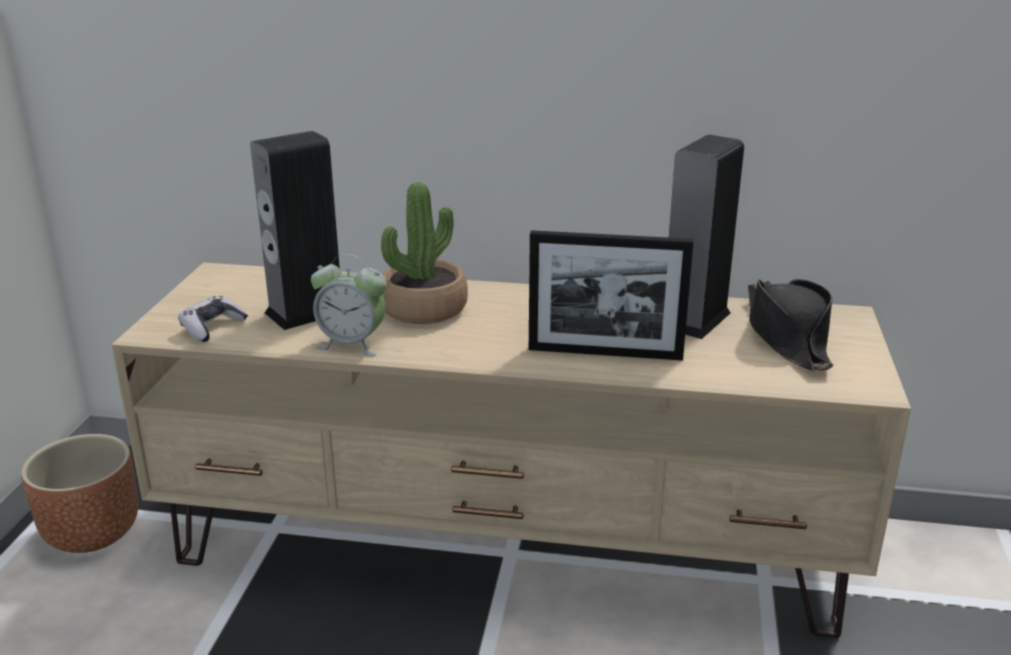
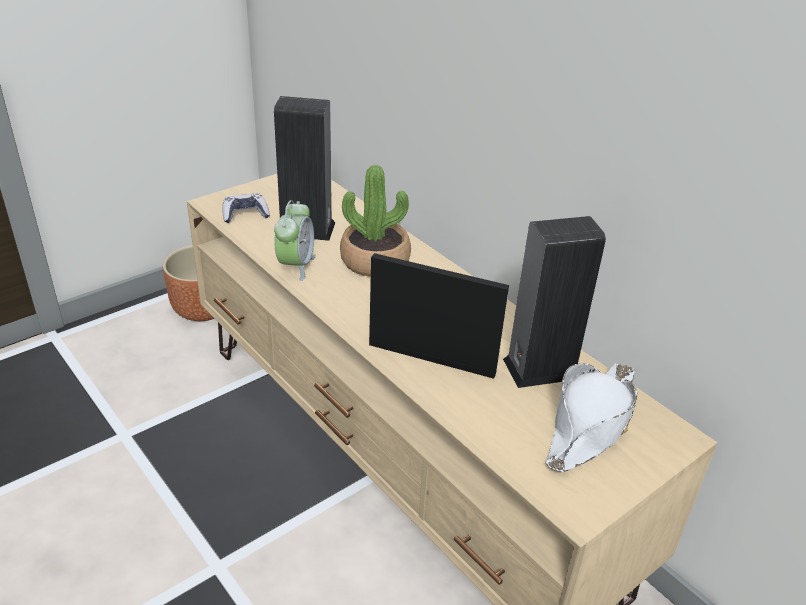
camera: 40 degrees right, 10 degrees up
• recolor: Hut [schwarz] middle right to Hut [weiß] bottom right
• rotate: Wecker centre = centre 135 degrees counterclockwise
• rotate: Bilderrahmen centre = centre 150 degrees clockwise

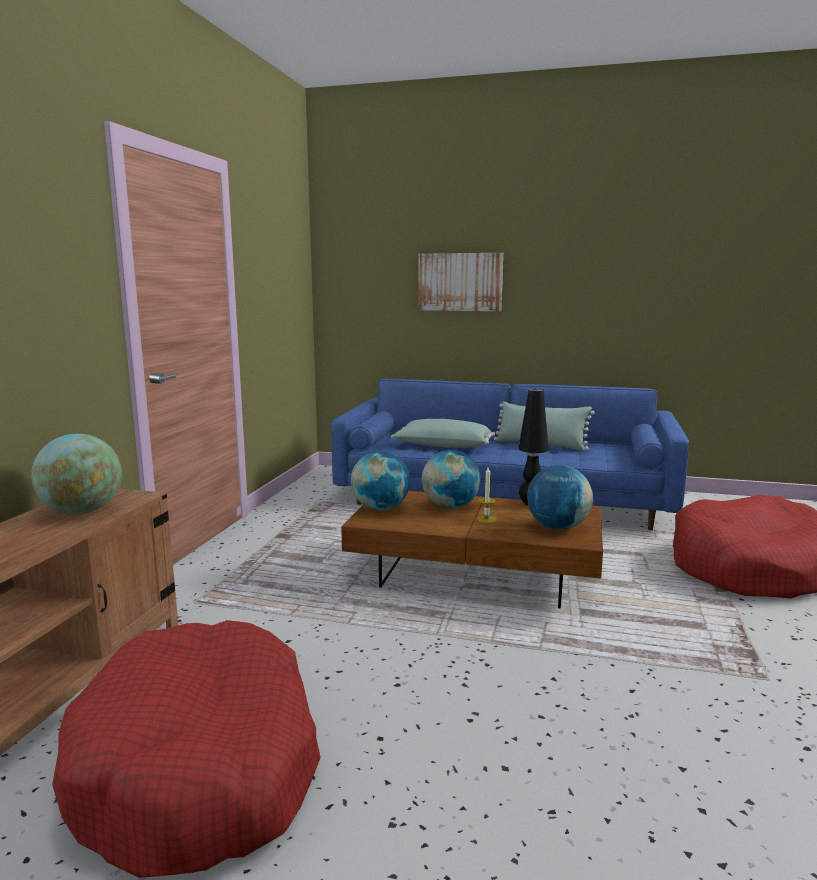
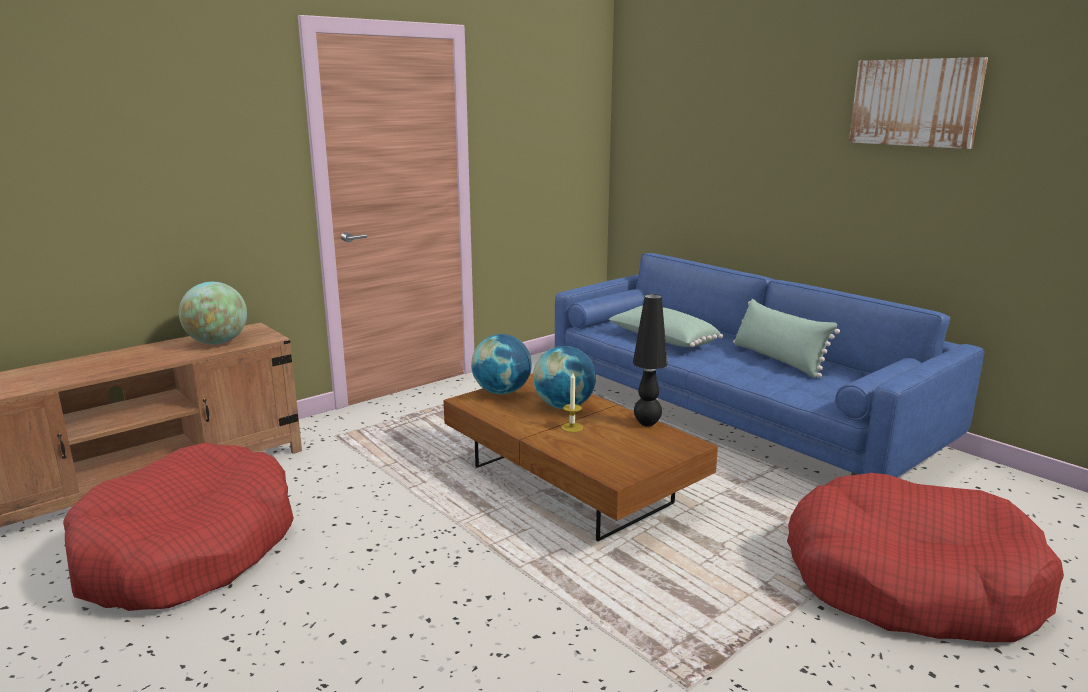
camera: 35 degrees right, 5 degrees up
• delete: Globus (4th from left) middle right
• move: Bild top centre to top right

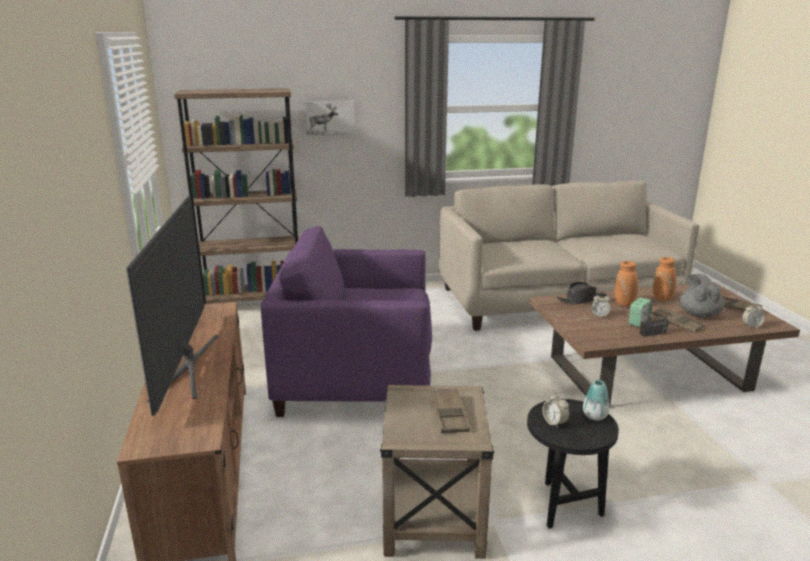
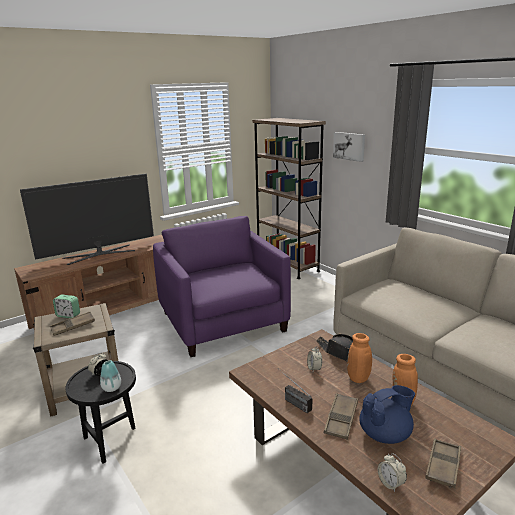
camera: 65 degrees right, 0 degrees up
• move: Wecker (3rd from left in the first image) middle right to Wecker (1st from left) middle left
• recolor: Teekanne [grau] middle right to Teekanne [blau] bottom right

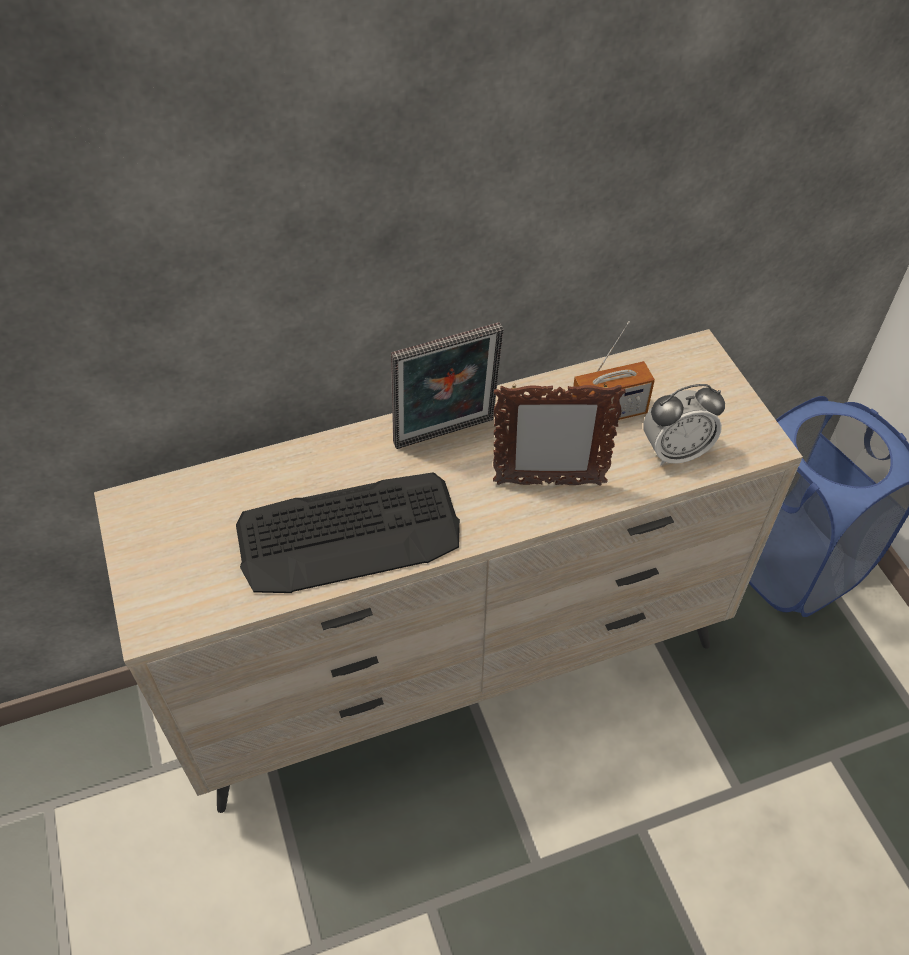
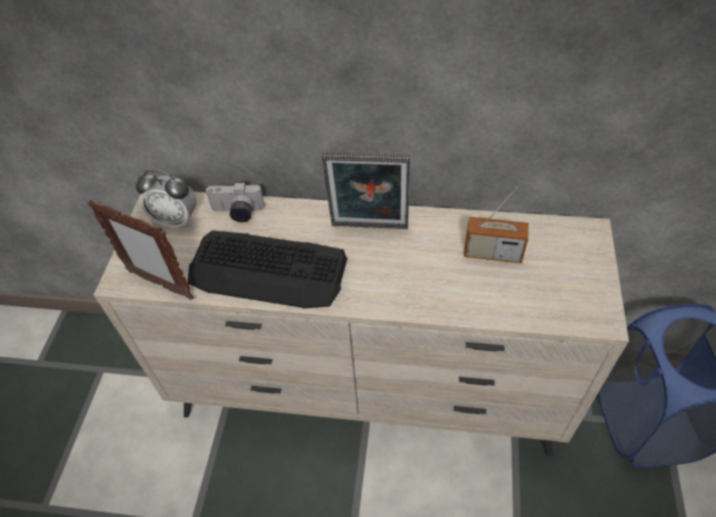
camera: 30 degrees right, 0 degrees up
• insert: Kamera middle left
• move: Bilderrahmen (2nd from left in the first image) centre to Bilderrahmen (1st from left) middle left
• move: Wecker middle right to middle left

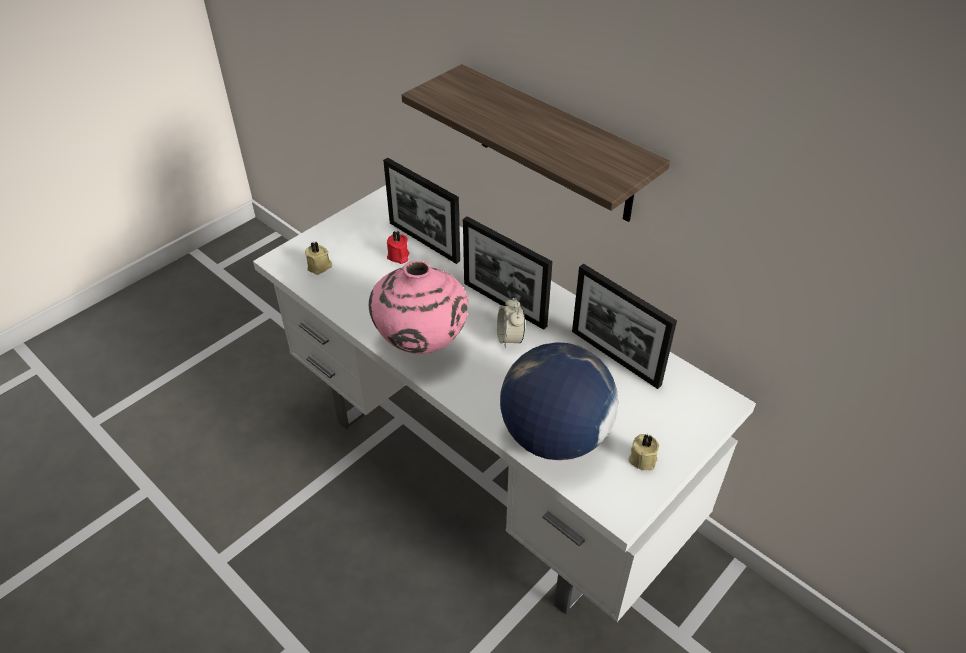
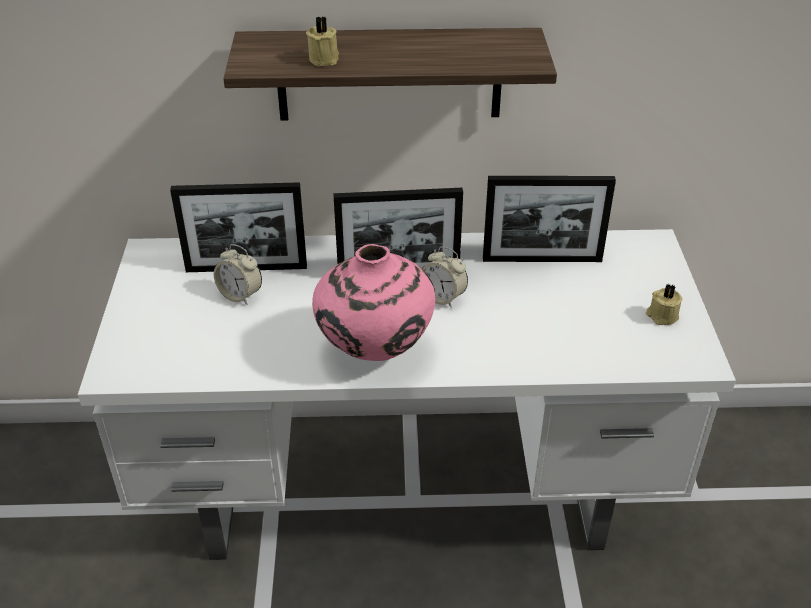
camera: 45 degrees left, 5 degrees down
• delete: Globus centre
• move: Kerze [beige] (1st from left) middle left to top centre
• replace: Kerze [rot] centre to Wecker (1st from left) middle left

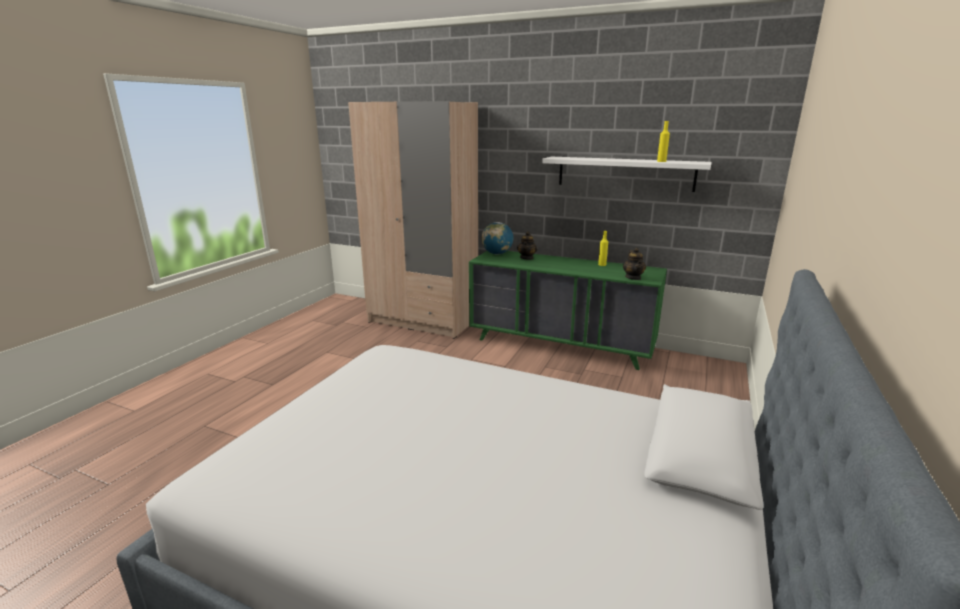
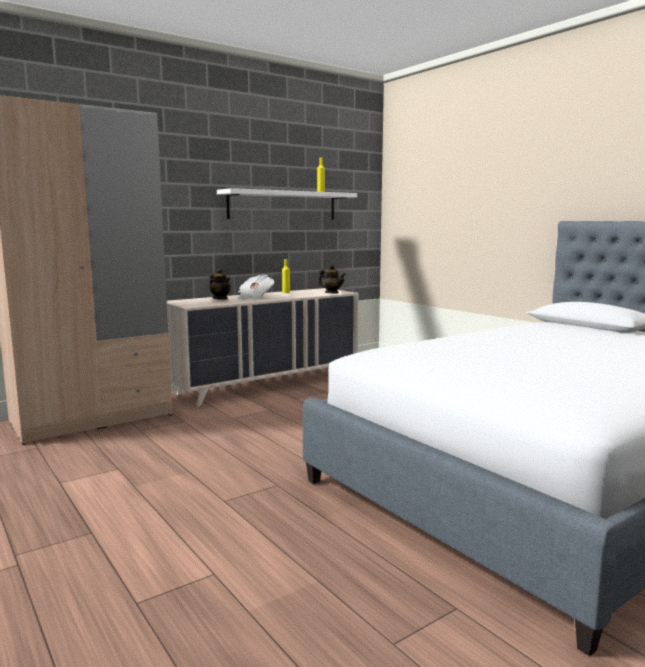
camera: 60 degrees left, 10 degrees down
• delete: Globus centre
• insert: Zeitung centre
• recolor: Kommode [grün] centre to Kommode [beige] centre

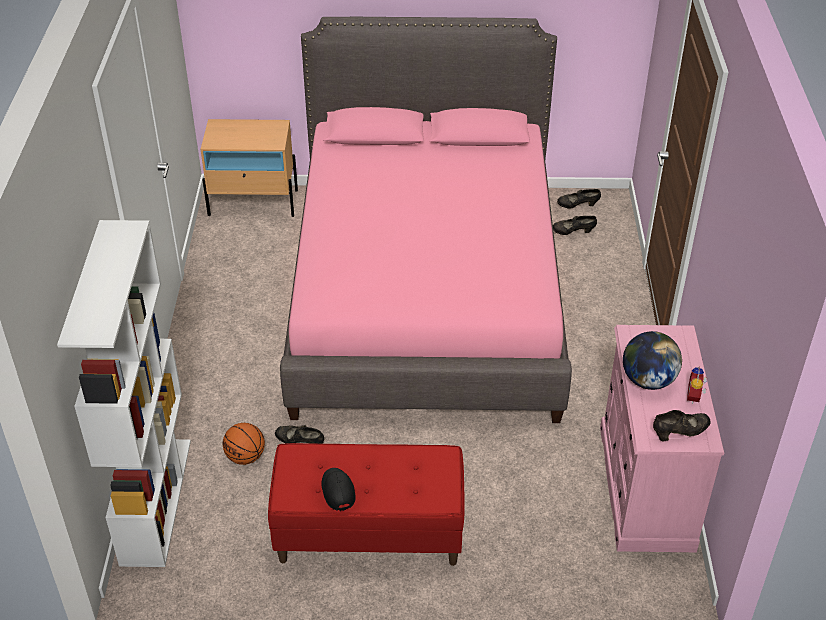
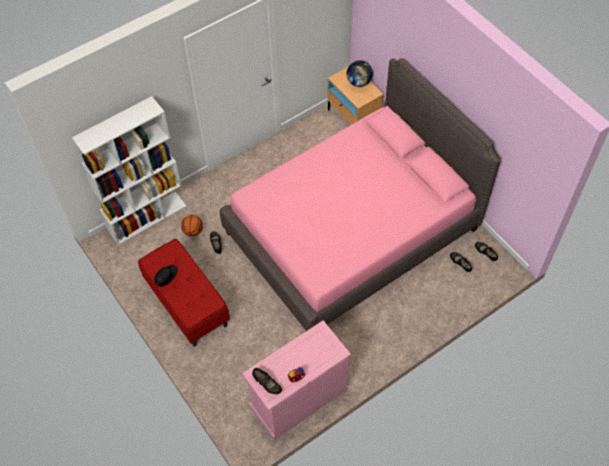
camera: 55 degrees right, 15 degrees up
• move: Globus middle right to top centre

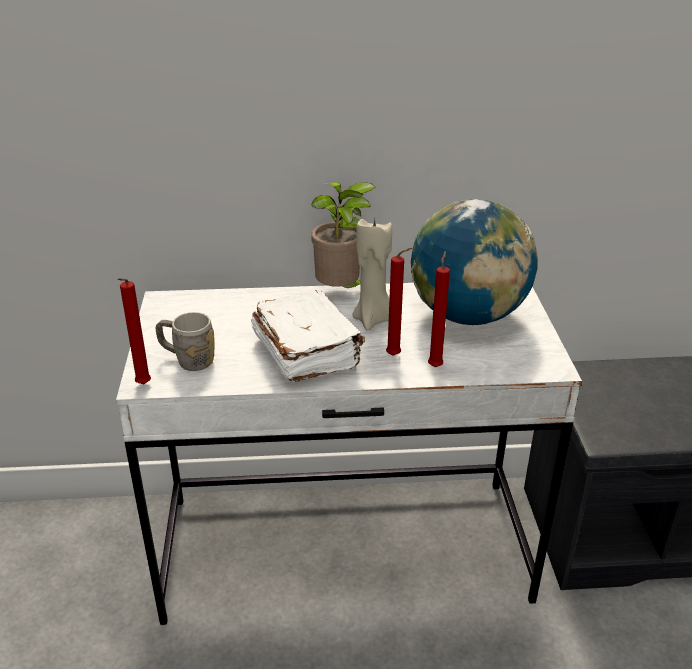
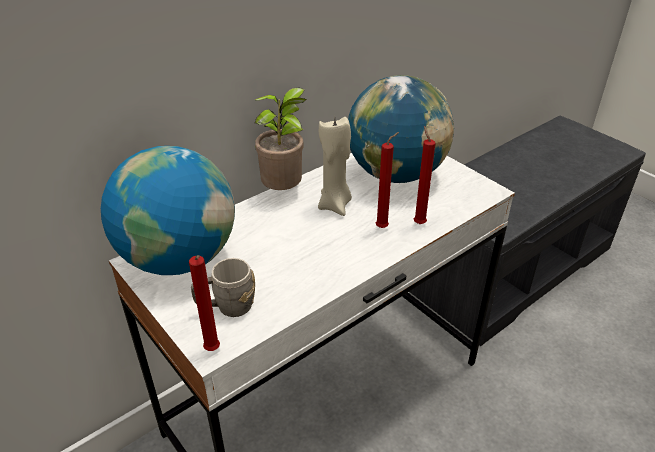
camera: 35 degrees left, 5 degrees up
• delete: Buch [weiß] centre
• insert: Globus (1st from left) middle left

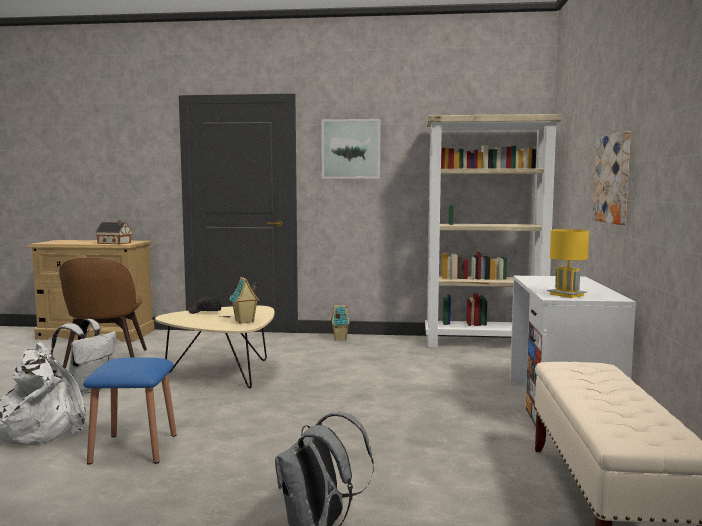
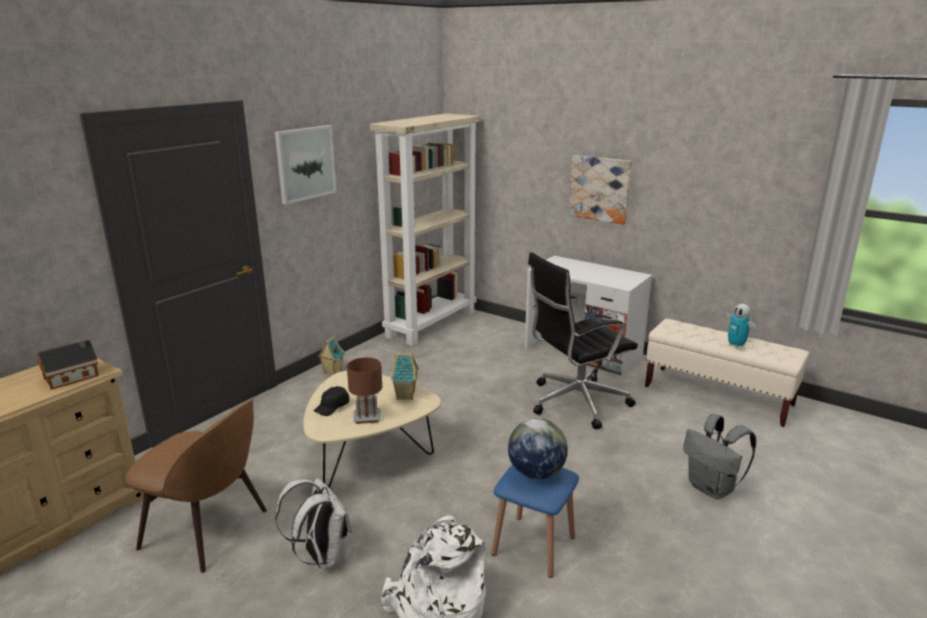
camera: 60 degrees left, 15 degrees up
• delete: Tischlampe [gelb] middle right
• insert: Tischlampe [braun] centre
• insert: Globus bottom centre
• insert: Bürostuhl [schwarz] centre
• insert: Spielzeugroboter middle right

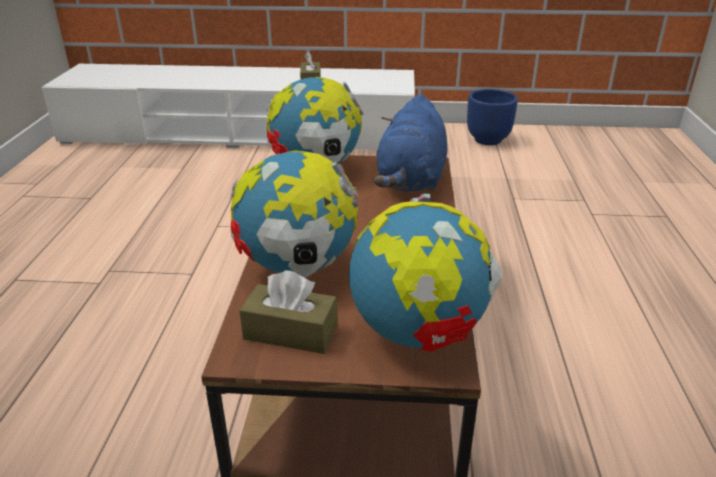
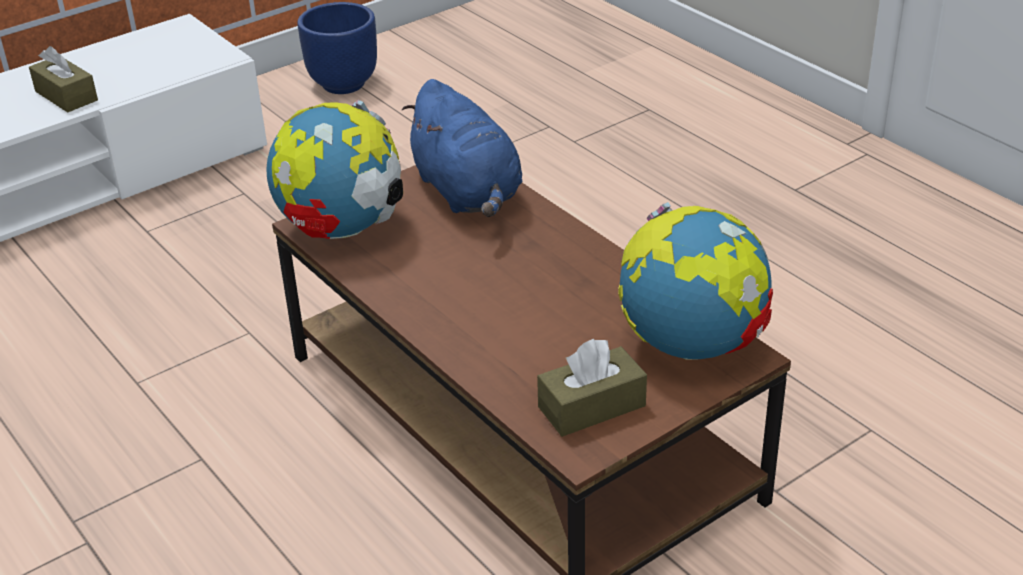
camera: 40 degrees left, 5 degrees up
• delete: Globus (1st from left) centre

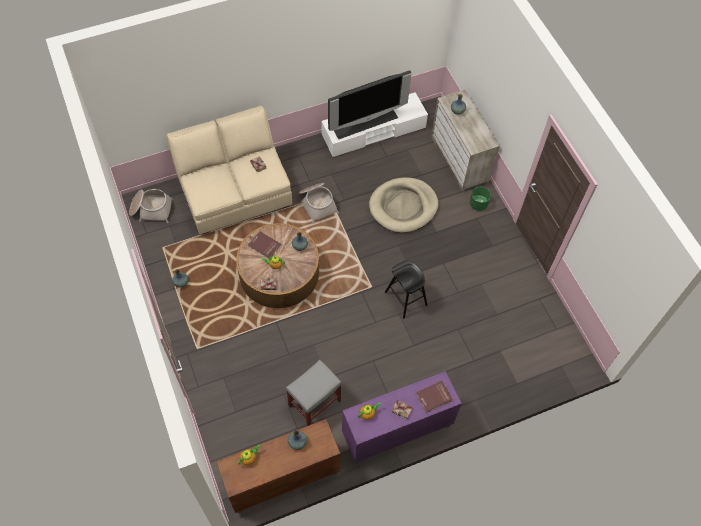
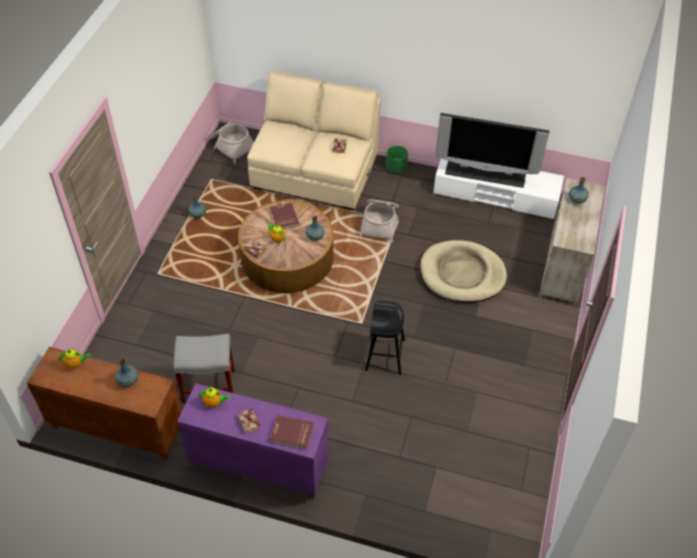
camera: 40 degrees right, 10 degrees down
• move: Pflanzkübel [grün] middle right to top centre

